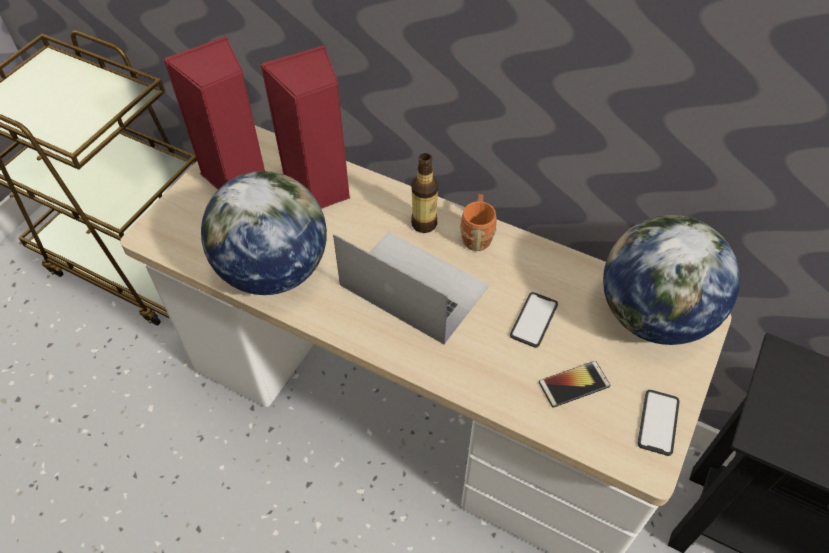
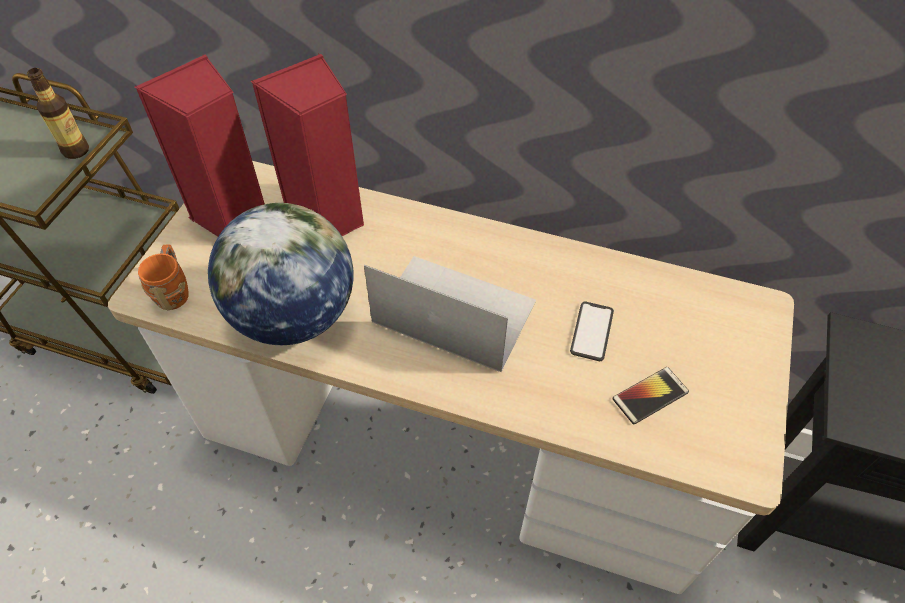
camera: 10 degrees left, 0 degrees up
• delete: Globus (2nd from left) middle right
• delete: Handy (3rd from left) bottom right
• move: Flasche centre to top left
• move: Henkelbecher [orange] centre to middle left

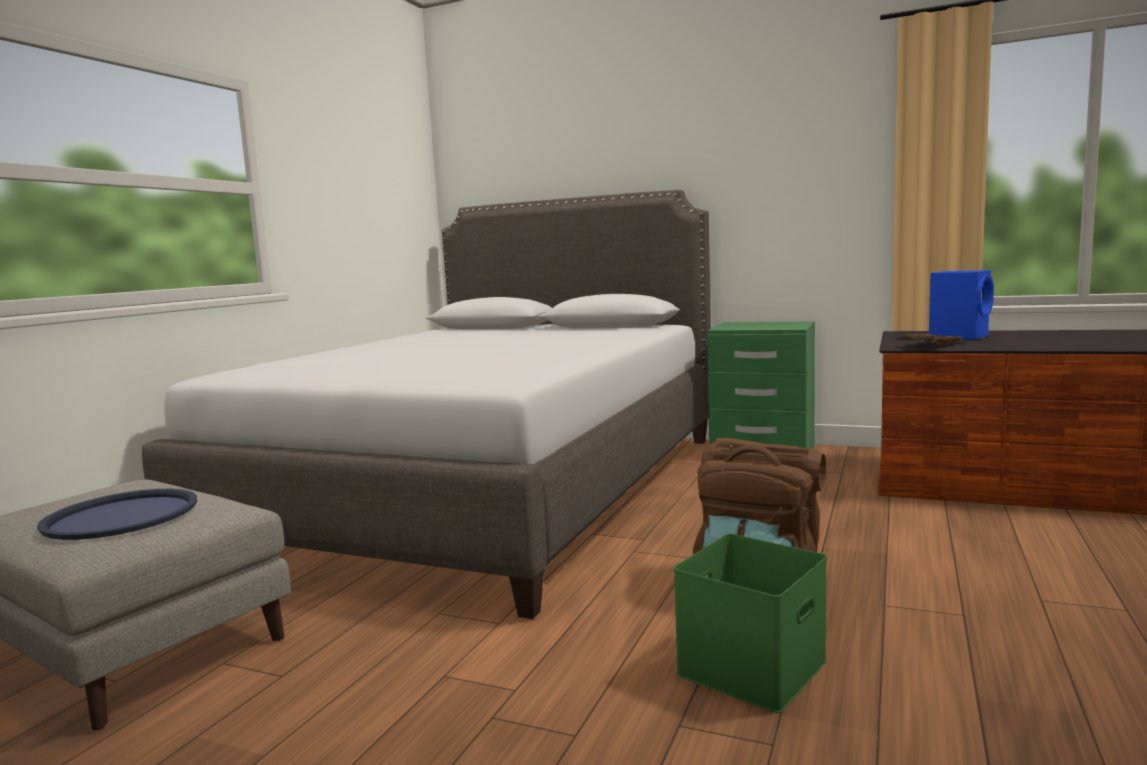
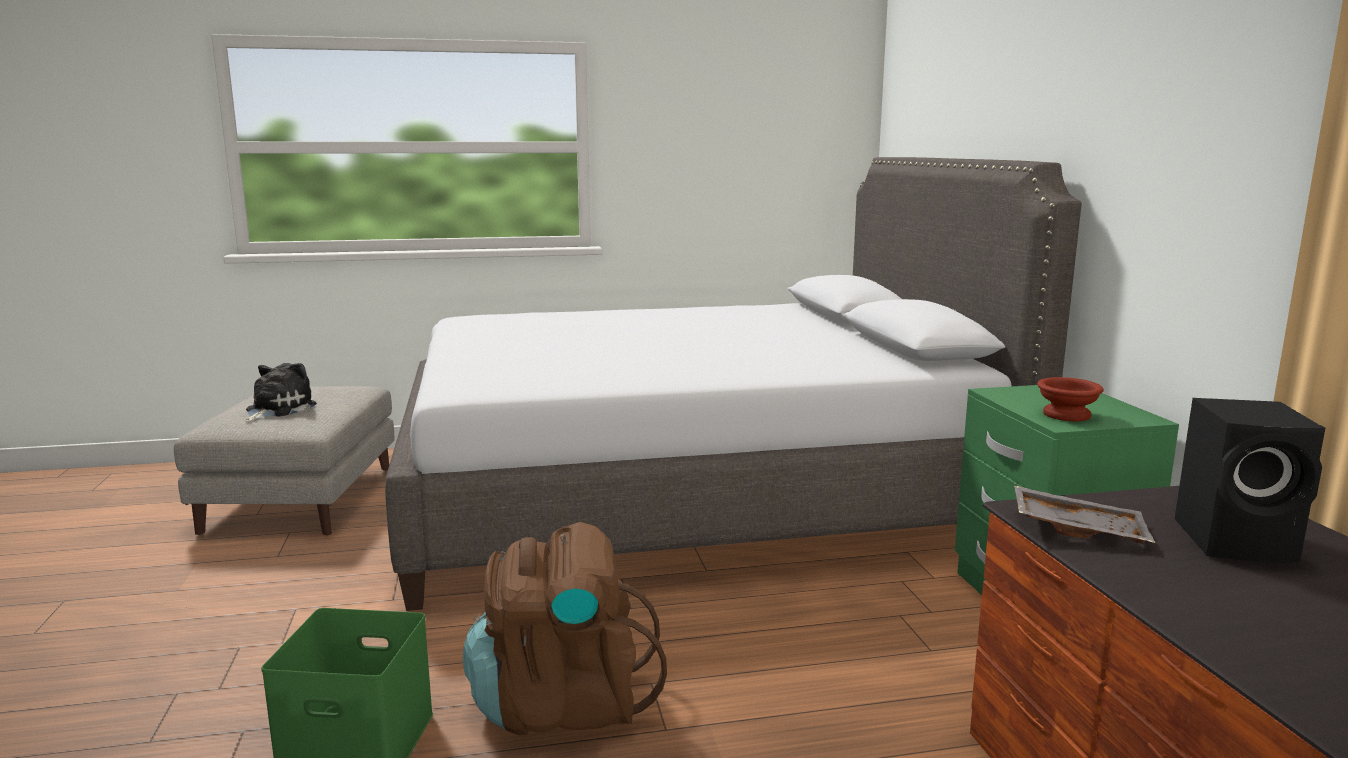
camera: 55 degrees right, 5 degrees up
• insert: Schüssel [braun] middle right
• replace: Tablett [blau] bottom left to Plüschtier middle left
• recolor: Lautsprecher [blau] middle right to Lautsprecher [schwarz] middle right

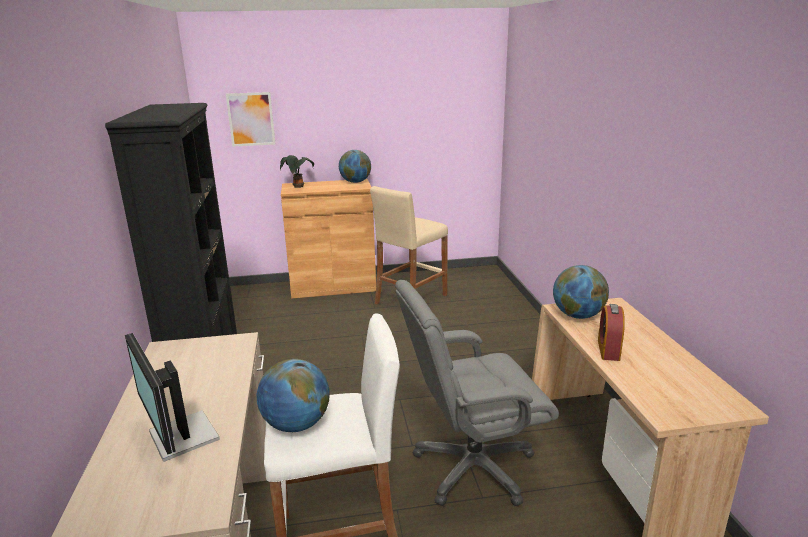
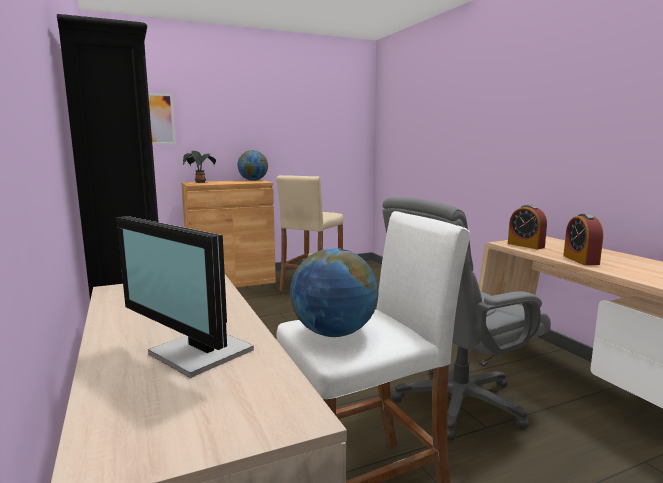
camera: 15 degrees left, 10 degrees down
• replace: Globus (3rd from left) middle right to Wecker (1st from left) middle right

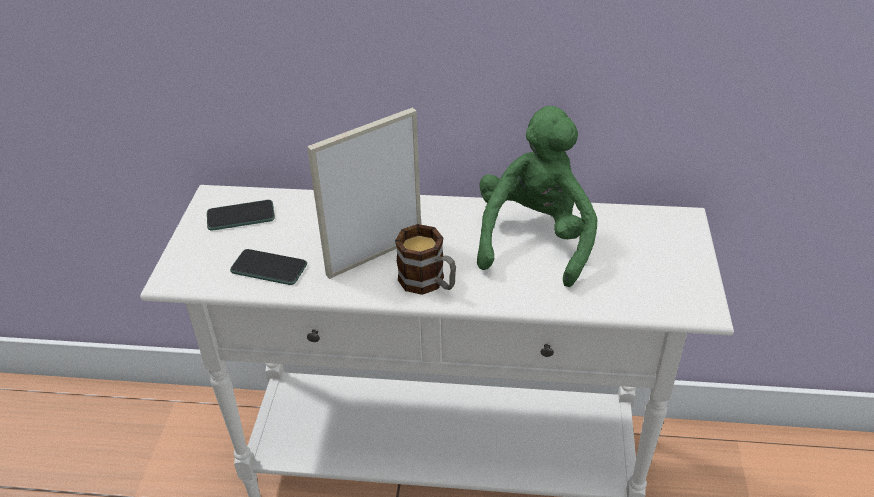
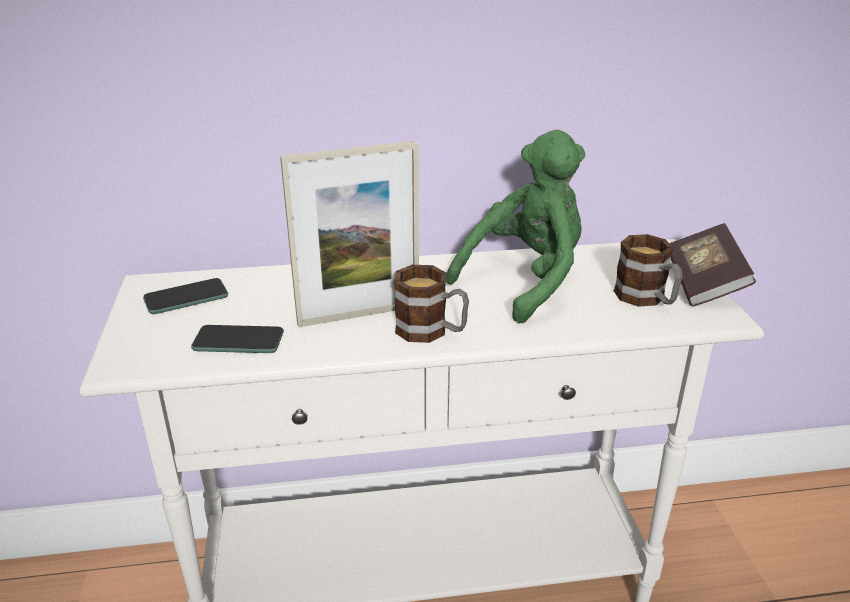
camera: 15 degrees left, 10 degrees down
• insert: Henkelbecher (2nd from left) middle right
• insert: Buch middle right
• rotate: Bilderrahmen centre = centre 150 degrees counterclockwise
• rotate: Plüschtier [grün] centre = centre 45 degrees clockwise

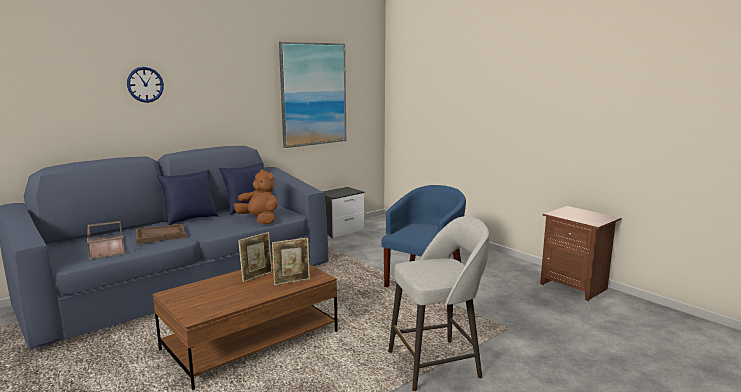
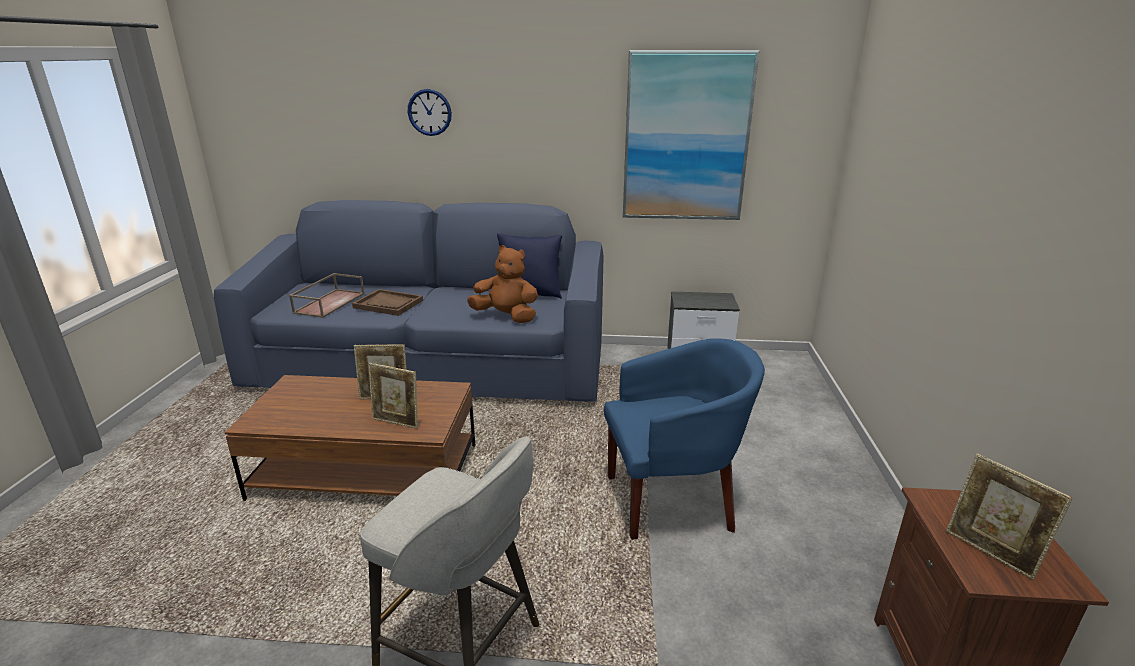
camera: 45 degrees right, 10 degrees up
• delete: Kissen [blau] (1st from left) middle left
• insert: Bilderrahmen (3rd from left) bottom right
• rotate: Plüschtier [braun] centre = centre 60 degrees counterclockwise

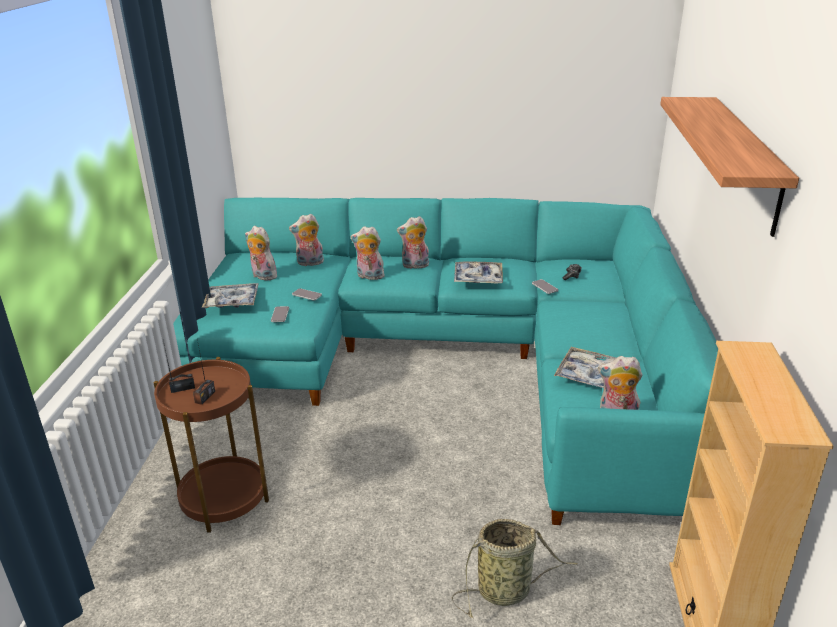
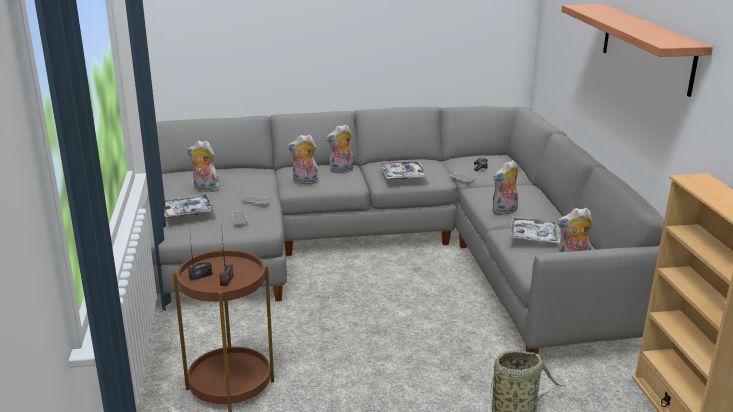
camera: 15 degrees left, 5 degrees down
• move: Plüschtier (2nd from left in the first image) centre to Plüschtier (4th from left) middle right
• recolor: Sofa [türkis] centre to Sofa [grau] centre

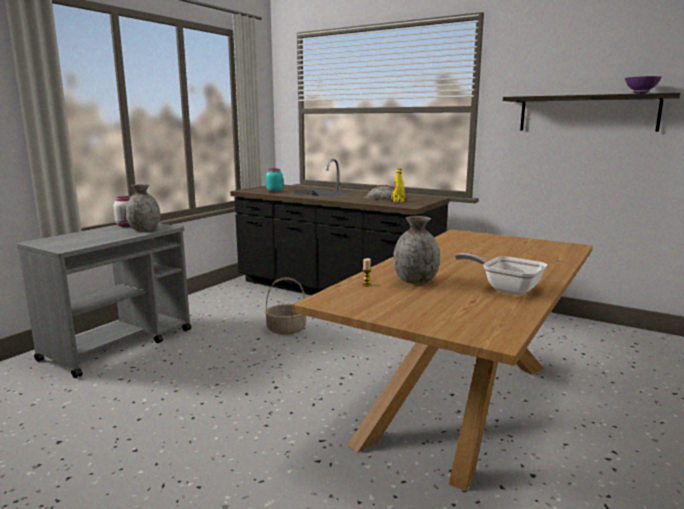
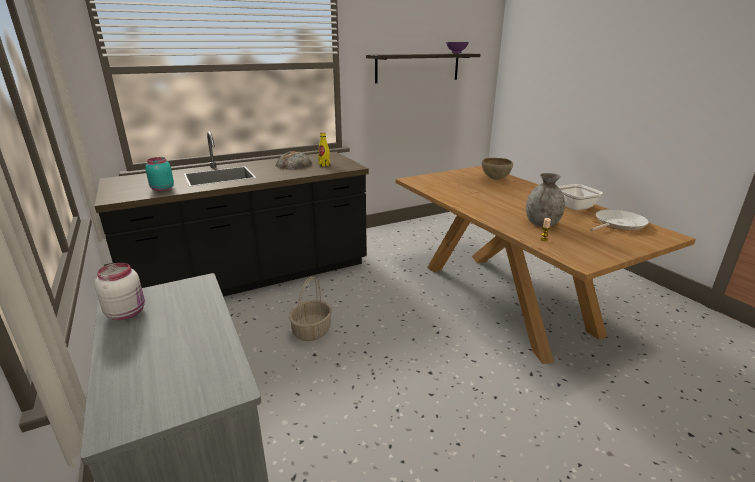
camera: 60 degrees left, 10 degrees up
• delete: Vase [grau] (1st from left) middle left
• insert: Schüssel [braun] centre
• insert: Pfanne (2nd from left) middle right

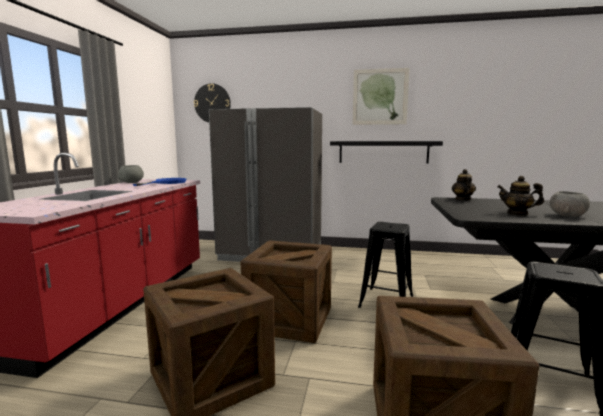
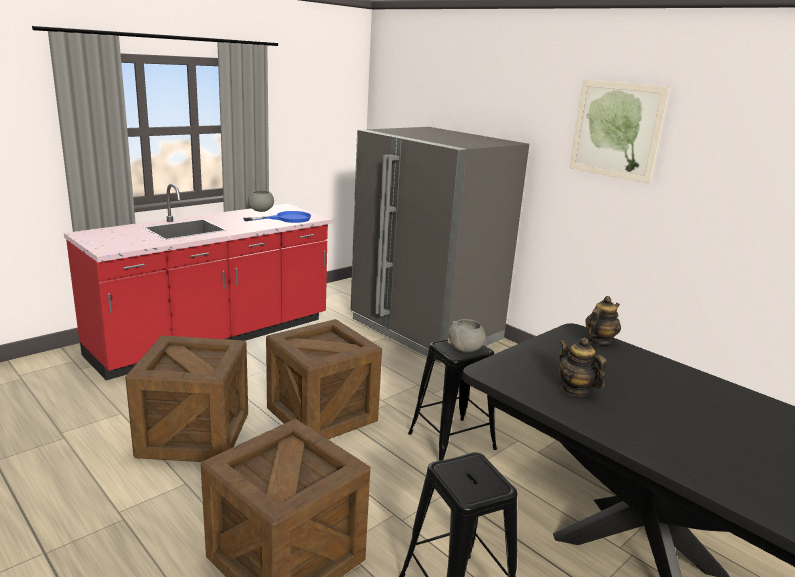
camera: 35 degrees right, 10 degrees up
• delete: Wanduhr top centre
• delete: Wandregal [schwarz] centre
• move: Schüssel [grau] (2nd from left) middle right to centre

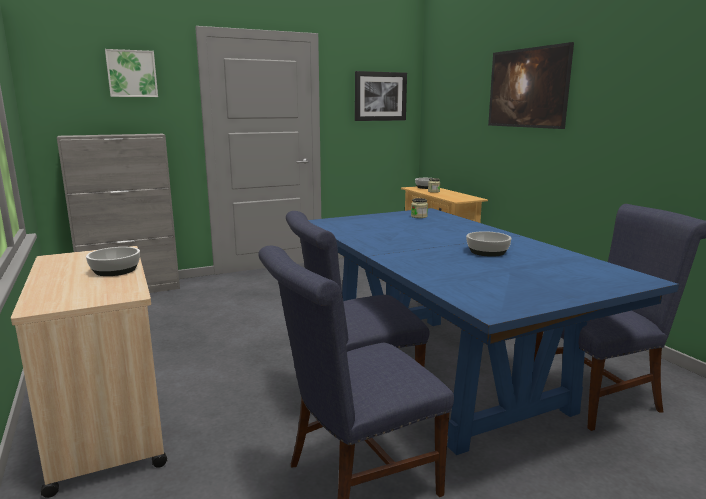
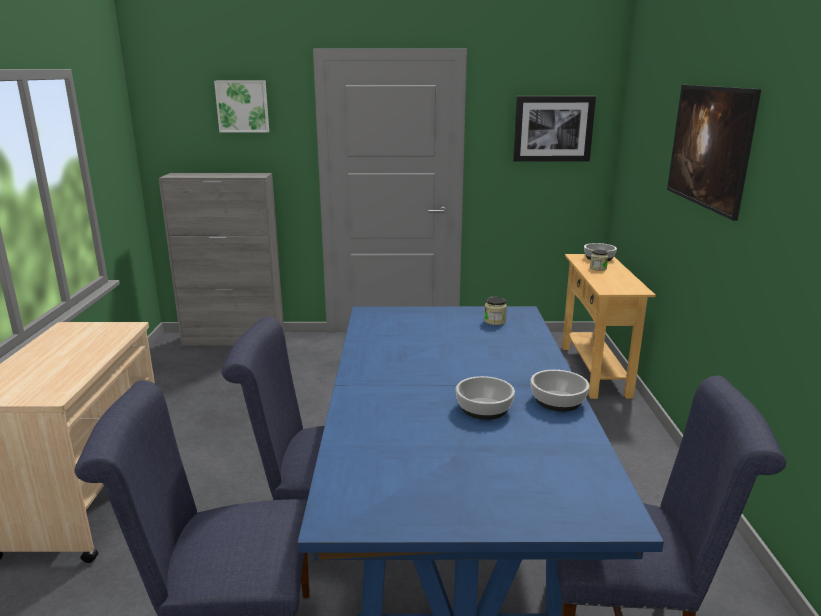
camera: 25 degrees right, 5 degrees up
• move: Schüssel (1st from left in the first image) middle left to Schüssel (2nd from left) middle right

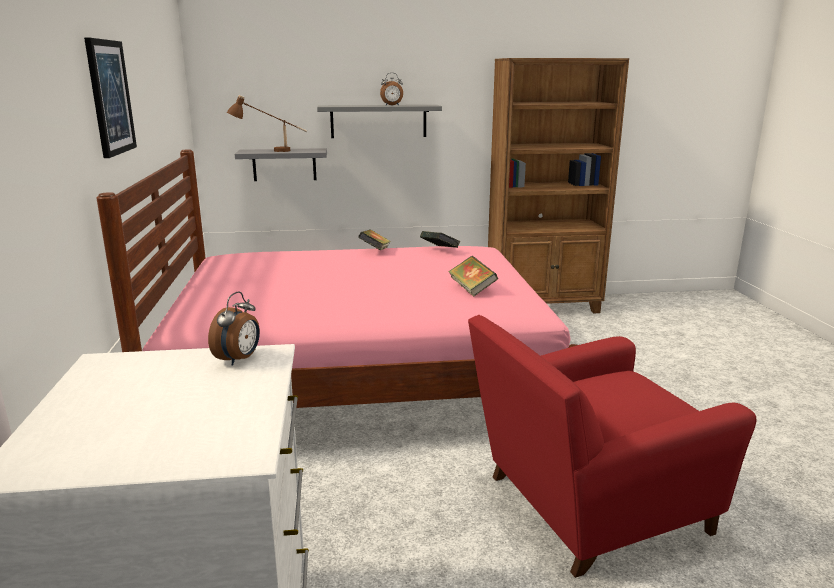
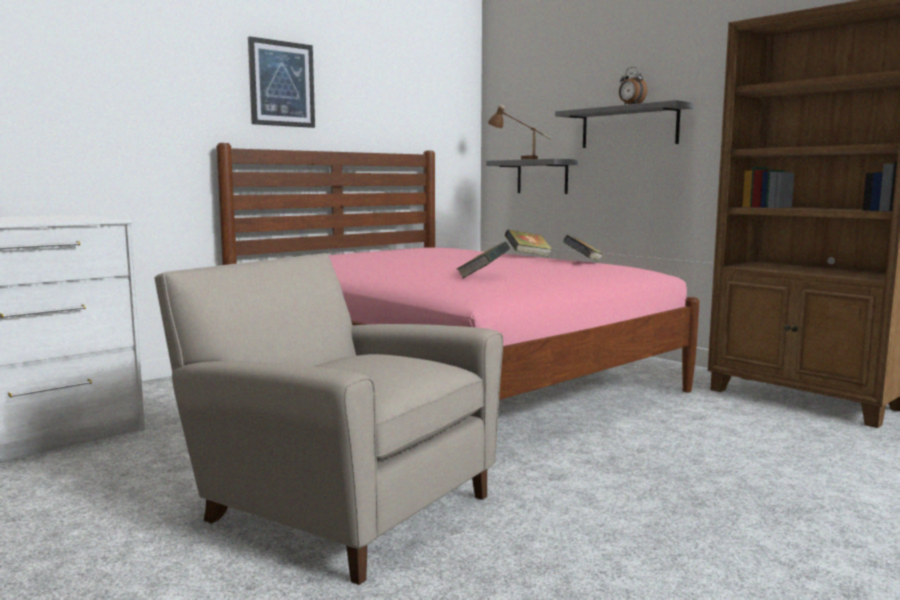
camera: 55 degrees right, 10 degrees down
• delete: Wecker (1st from left) middle left
• recolor: Sessel [rot] bottom right to Sessel [beige] bottom centre

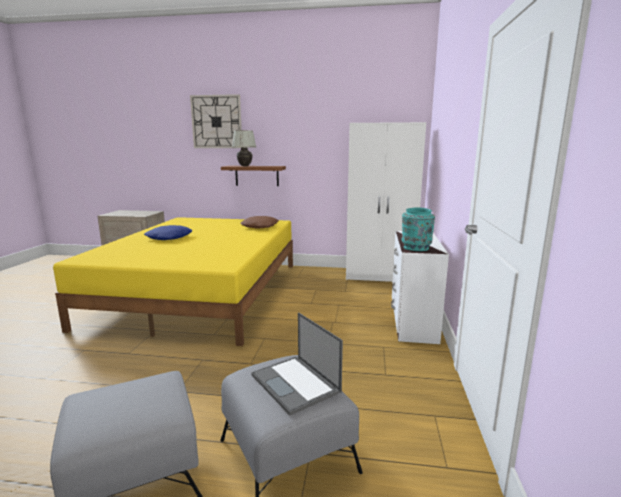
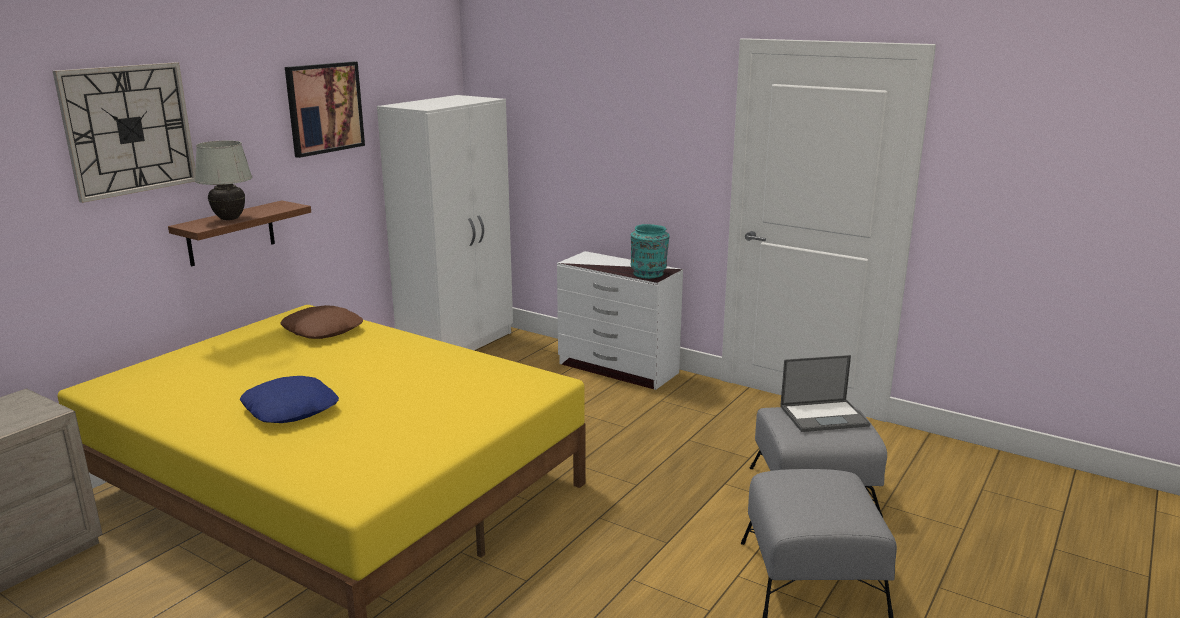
camera: 65 degrees left, 5 degrees up
• insert: Bild top left

